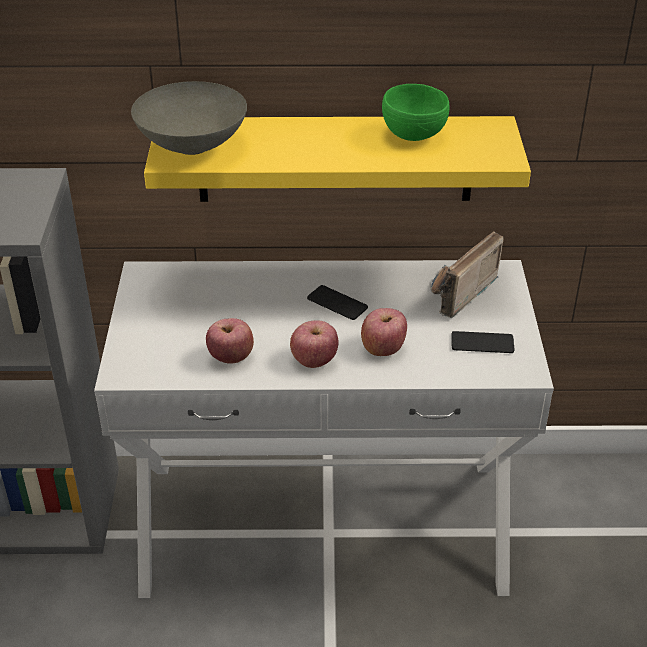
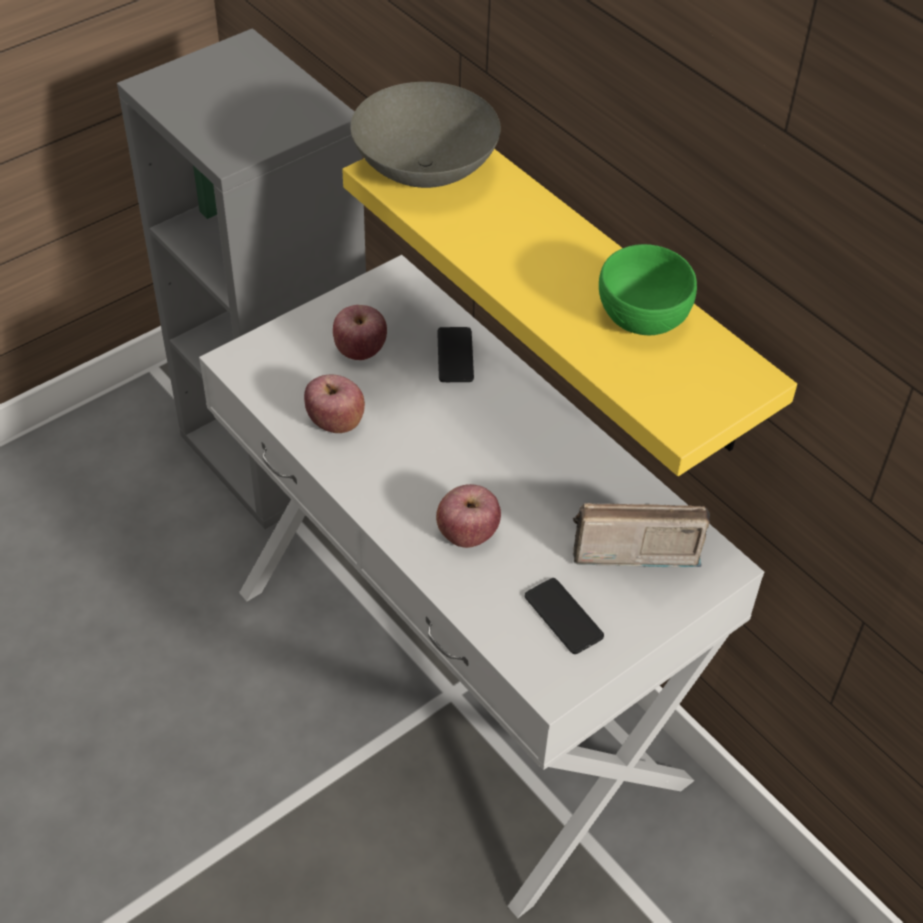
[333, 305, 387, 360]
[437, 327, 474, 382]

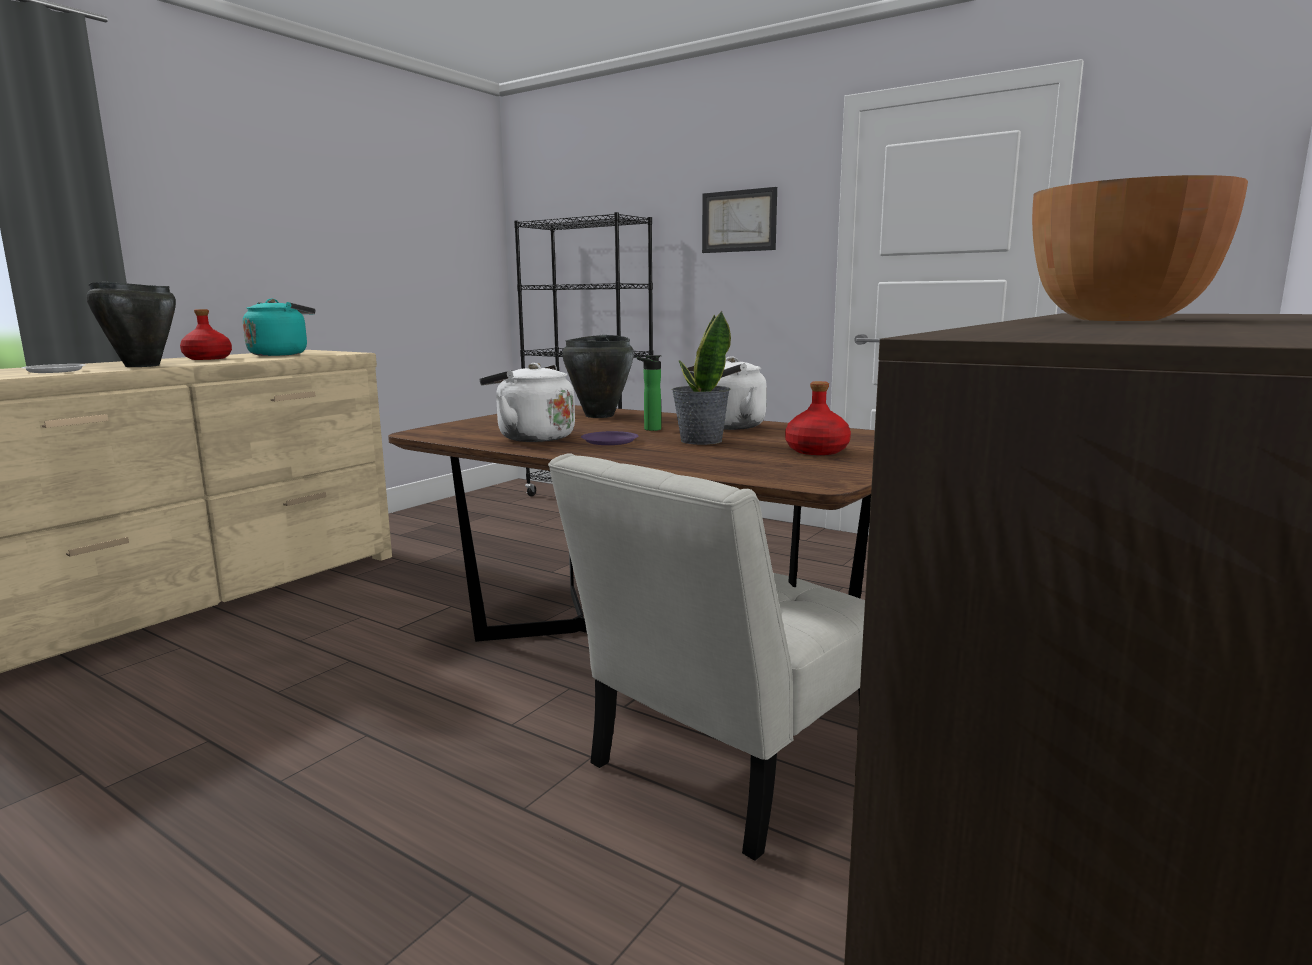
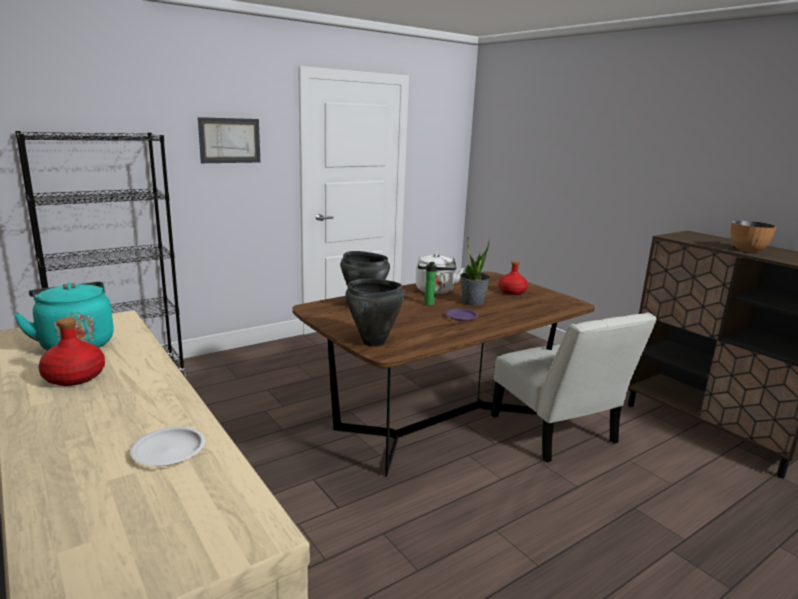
[345, 279, 405, 347]
[480, 363, 575, 442] (first image)

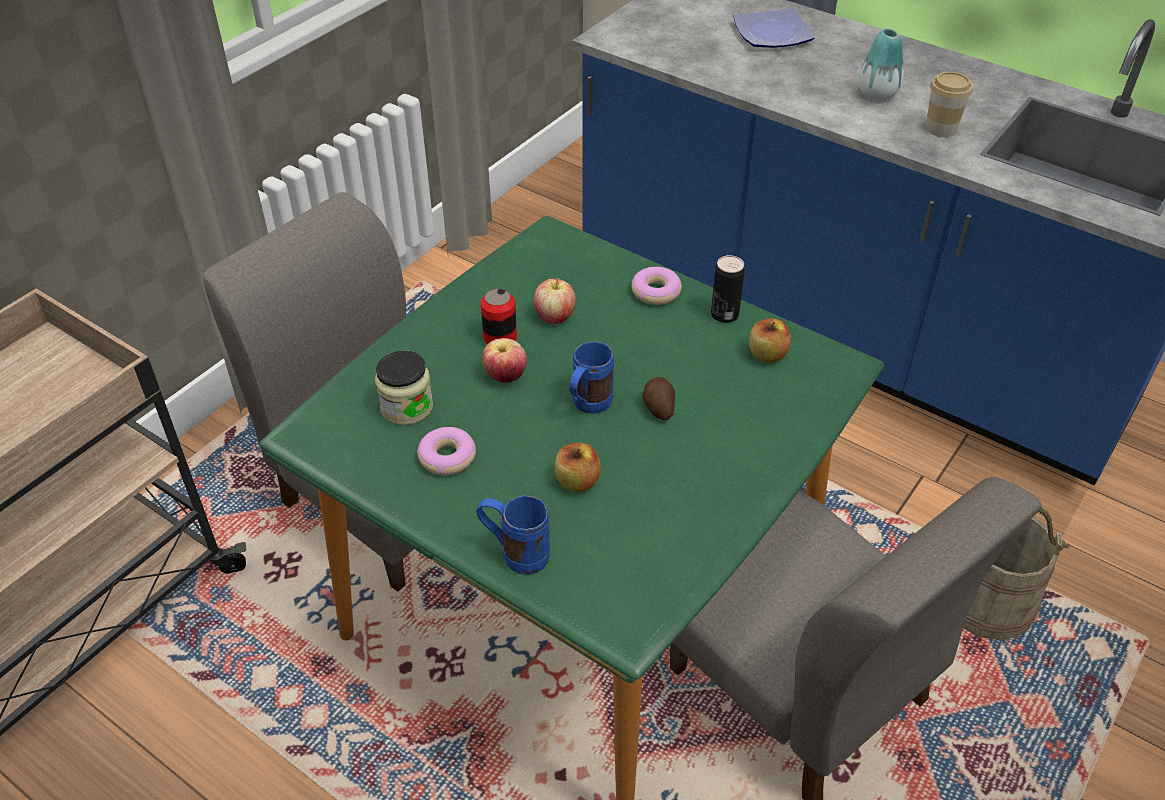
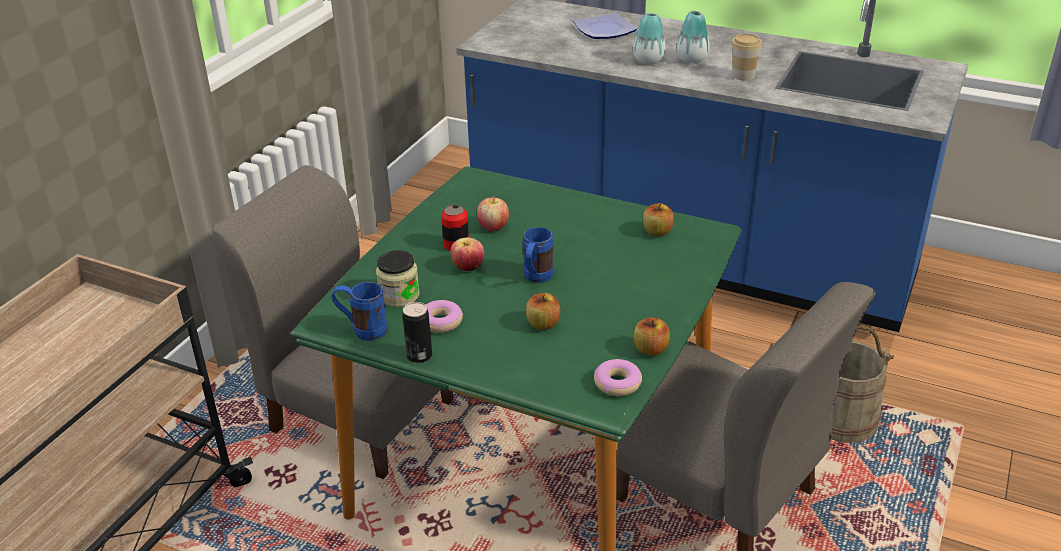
[332, 282, 387, 341]
[402, 302, 432, 363]
[594, 359, 642, 396]
[633, 13, 666, 65]
[634, 318, 670, 356]
[642, 377, 675, 420] (first image)

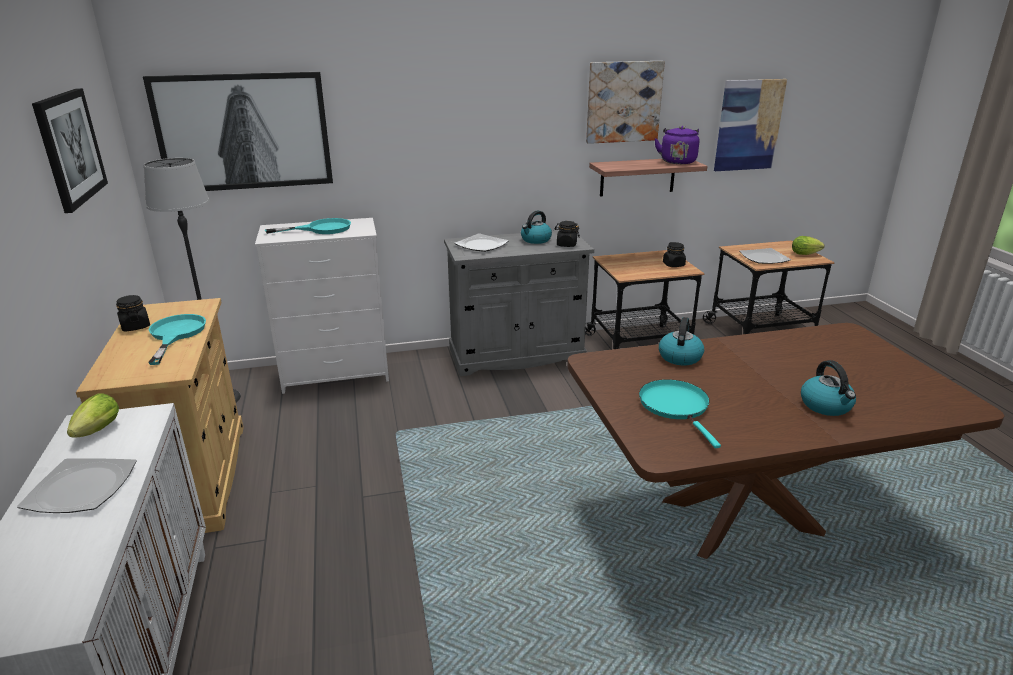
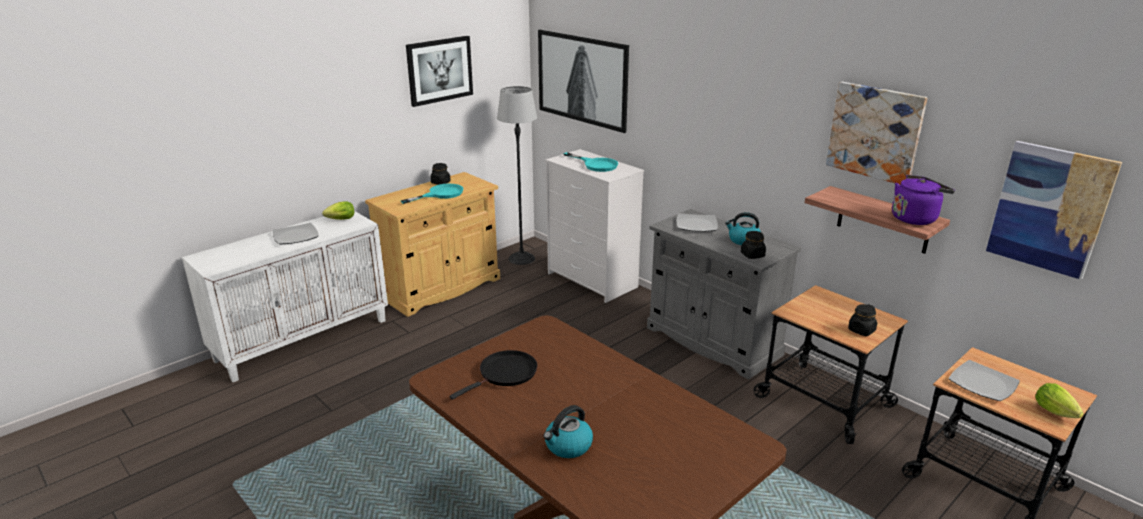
[449, 350, 537, 400]
[659, 317, 704, 365] (first image)

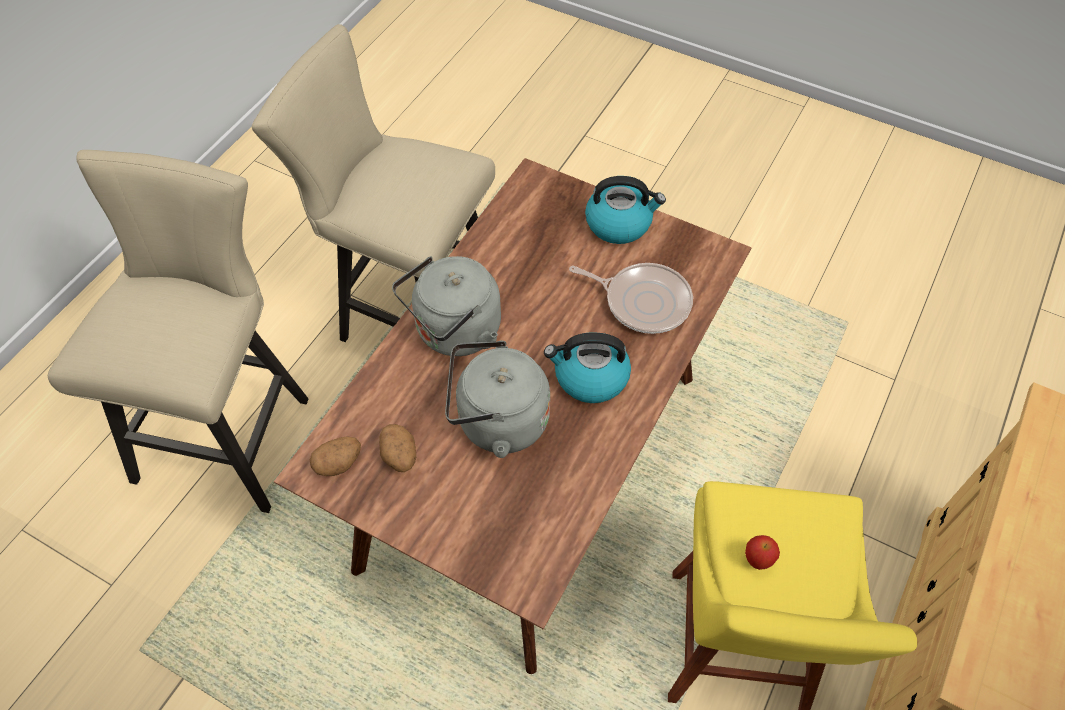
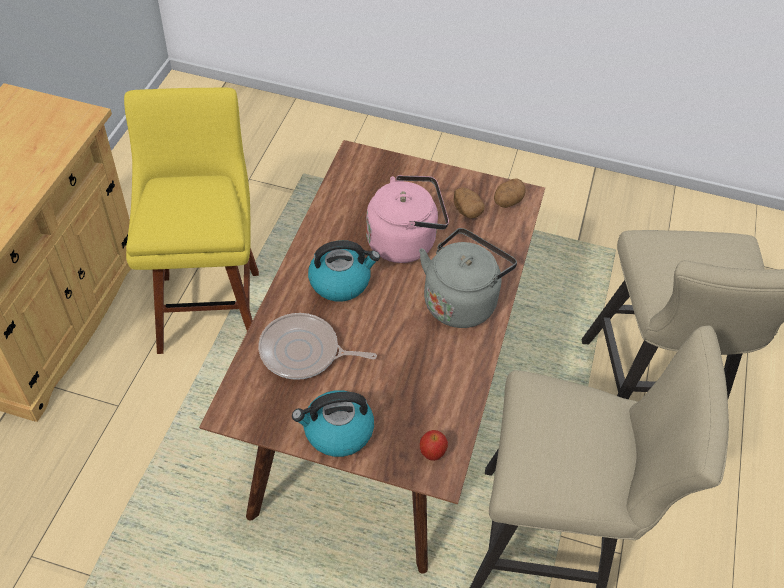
[366, 175, 449, 263]
[420, 430, 448, 461]

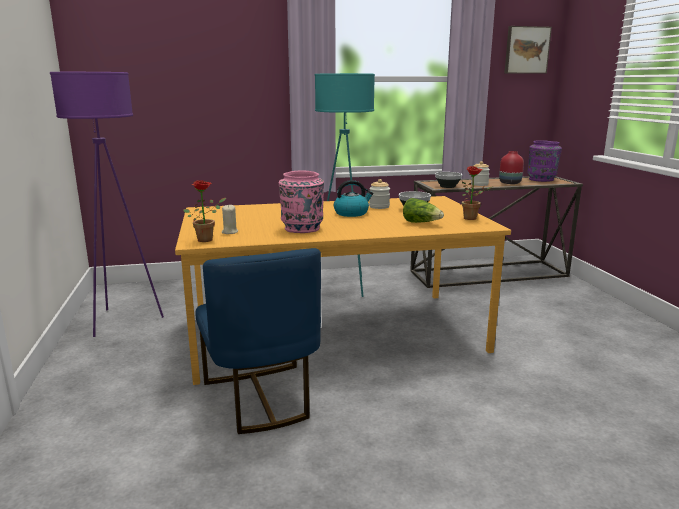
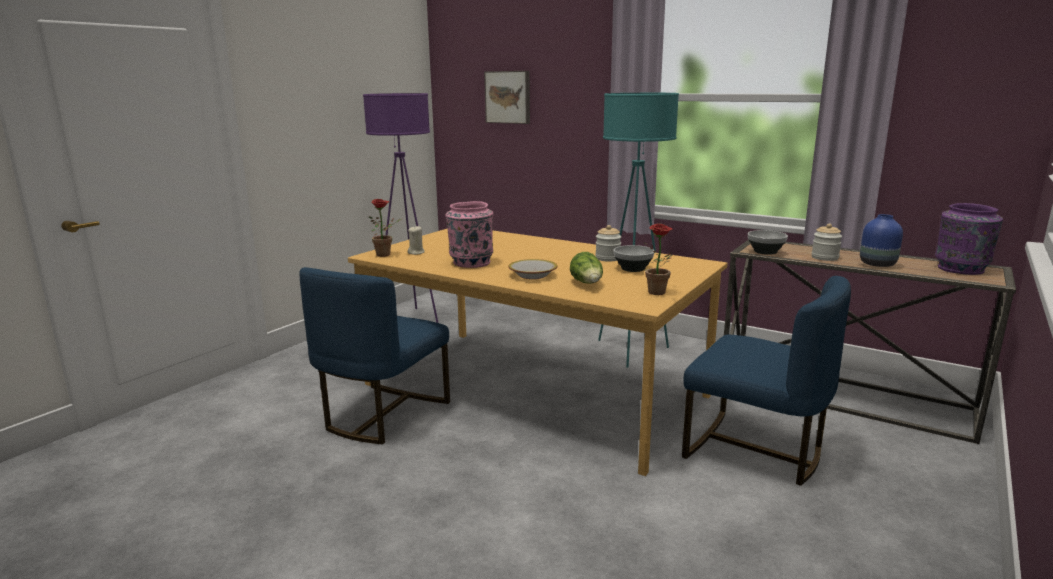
[484, 71, 530, 124]
[509, 259, 557, 279]
[682, 276, 851, 486]
[860, 214, 903, 267]
[334, 180, 373, 217] (first image)

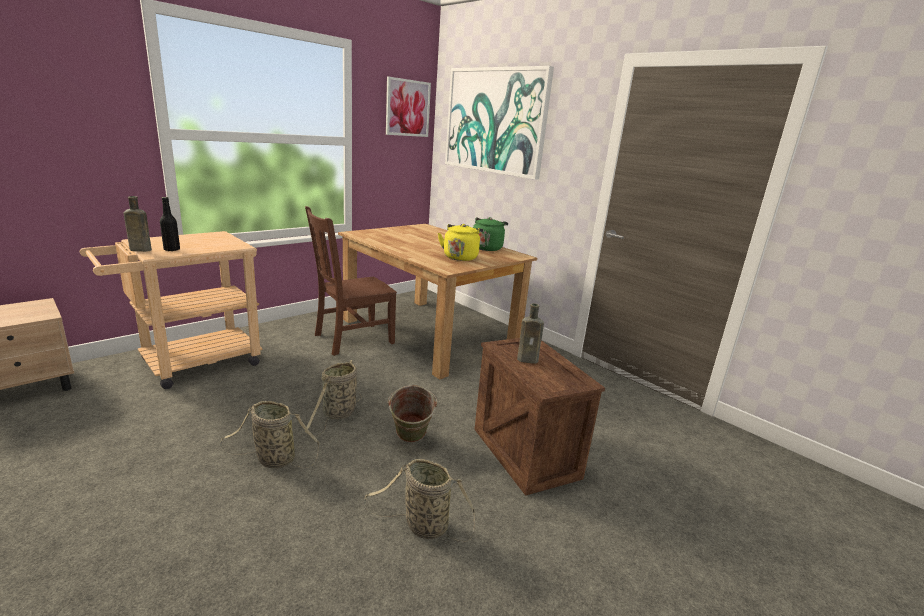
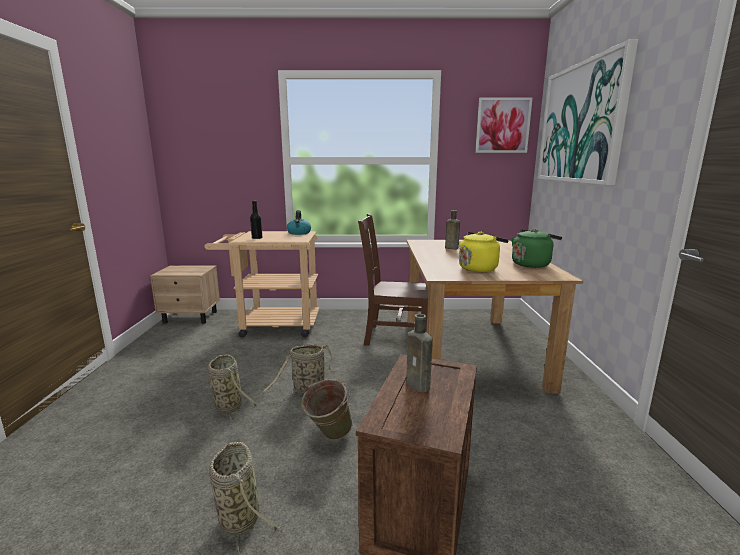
[287, 210, 311, 235]
[445, 210, 460, 250]

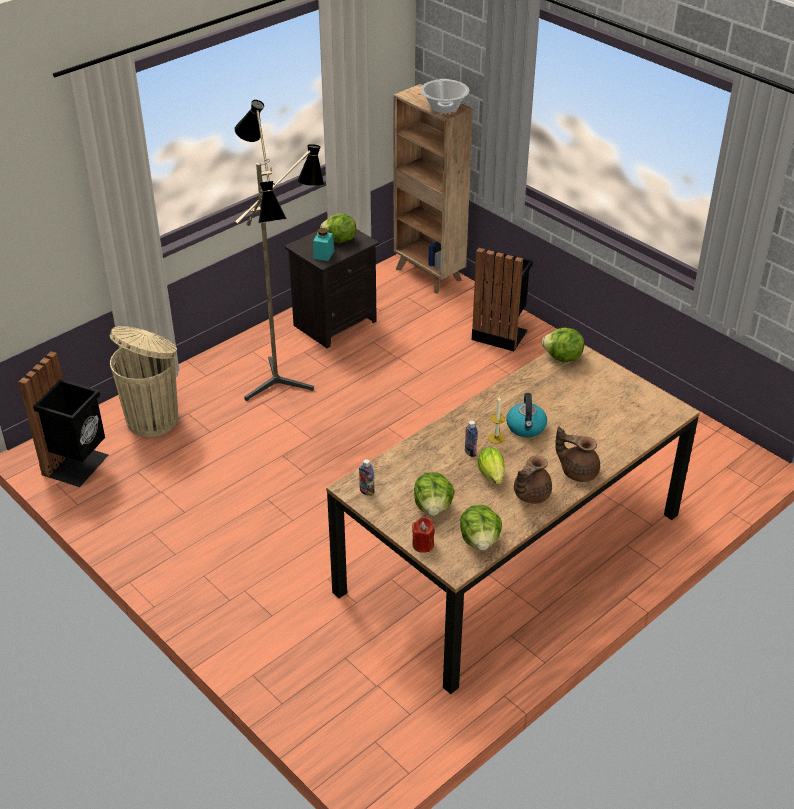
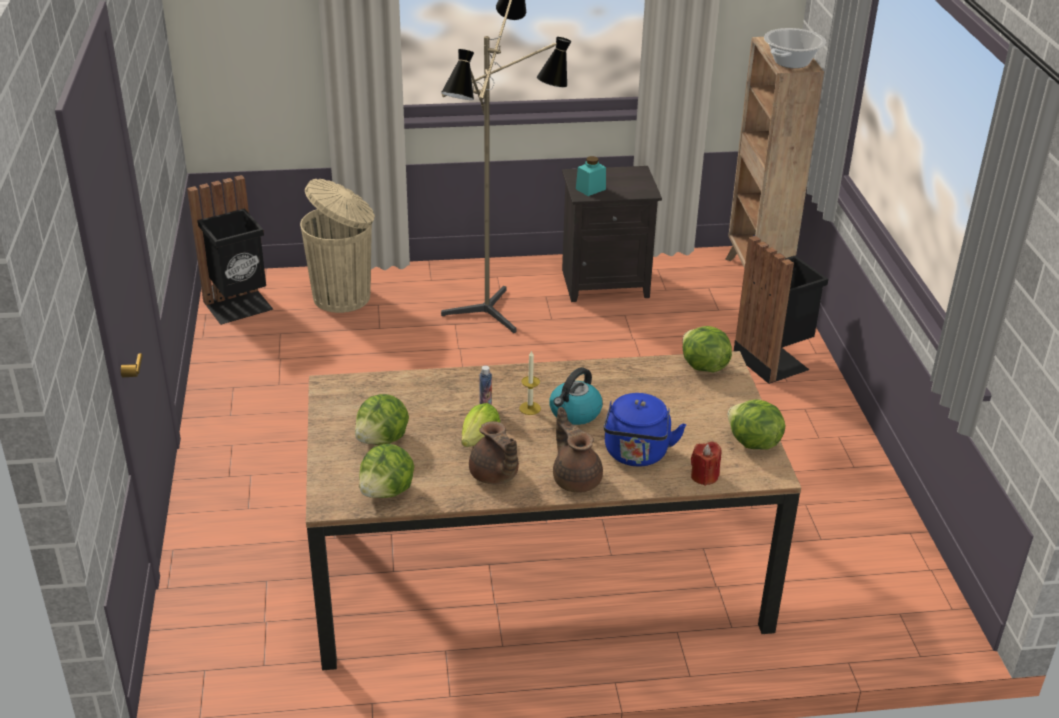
[469, 421, 519, 484]
[604, 393, 686, 466]
[691, 441, 721, 486]
[728, 400, 785, 450]
[359, 459, 374, 496] (first image)

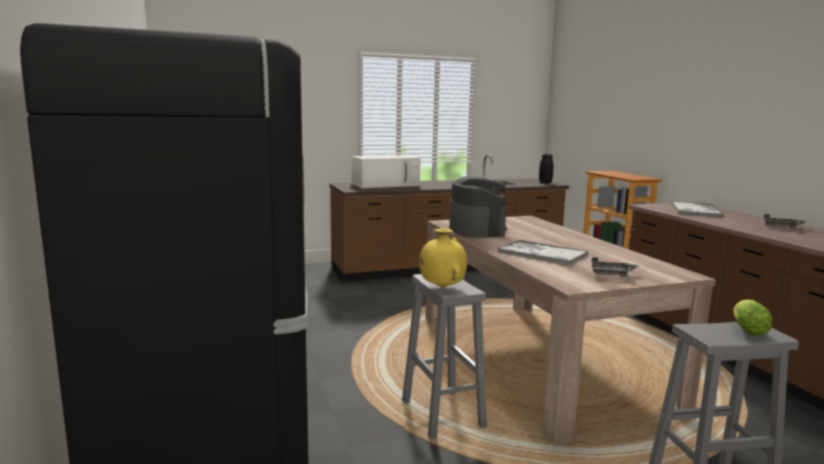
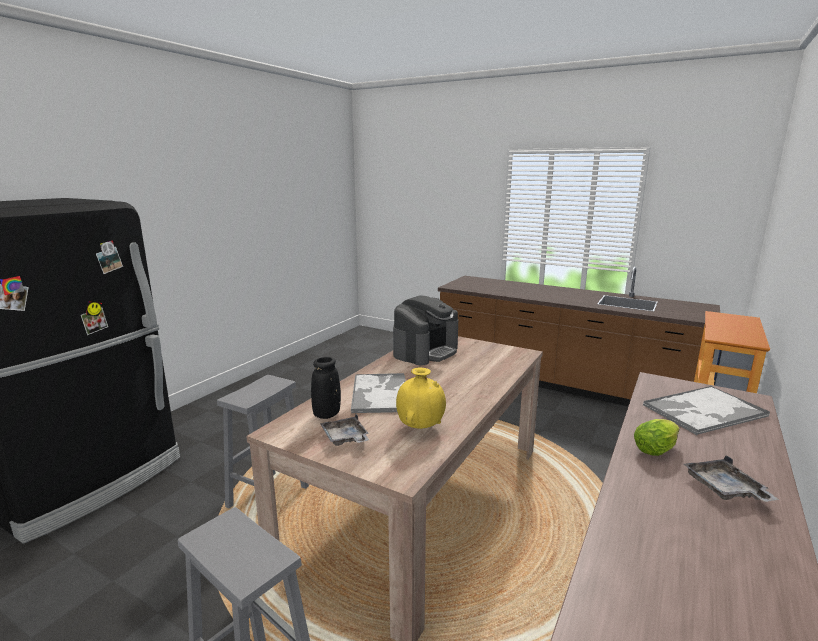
[311, 357, 341, 419]
[396, 367, 446, 429]
[634, 419, 680, 456]
[351, 155, 421, 188] (first image)

